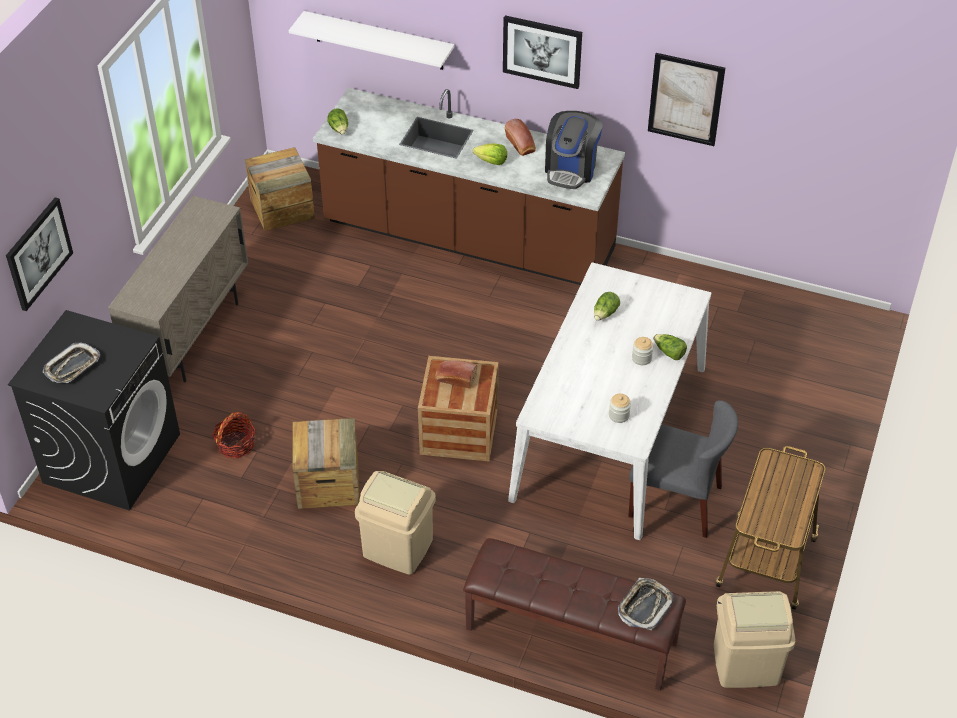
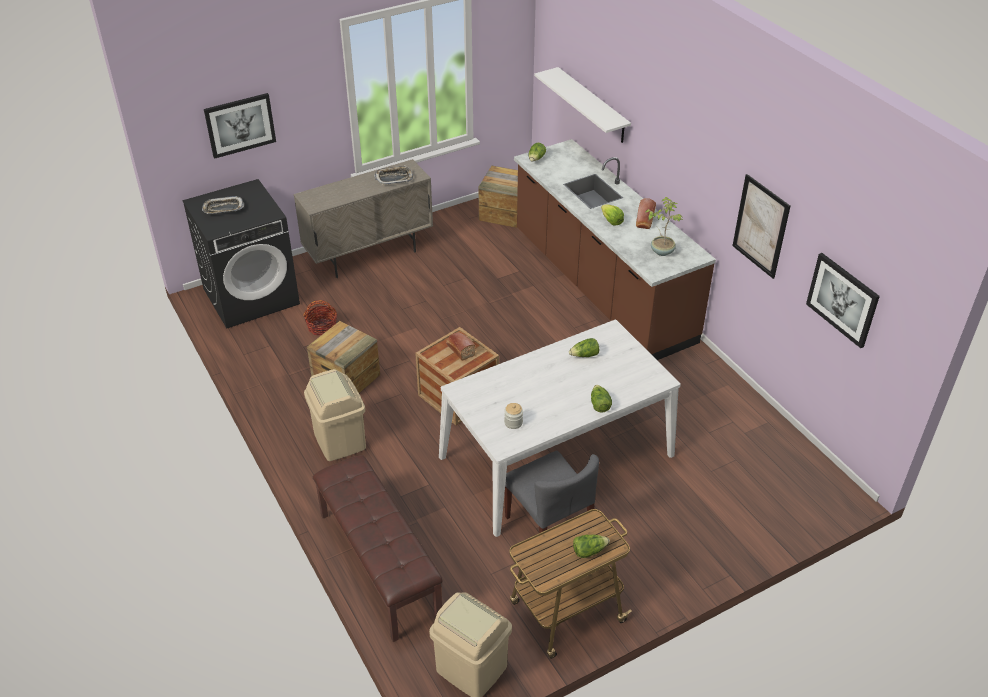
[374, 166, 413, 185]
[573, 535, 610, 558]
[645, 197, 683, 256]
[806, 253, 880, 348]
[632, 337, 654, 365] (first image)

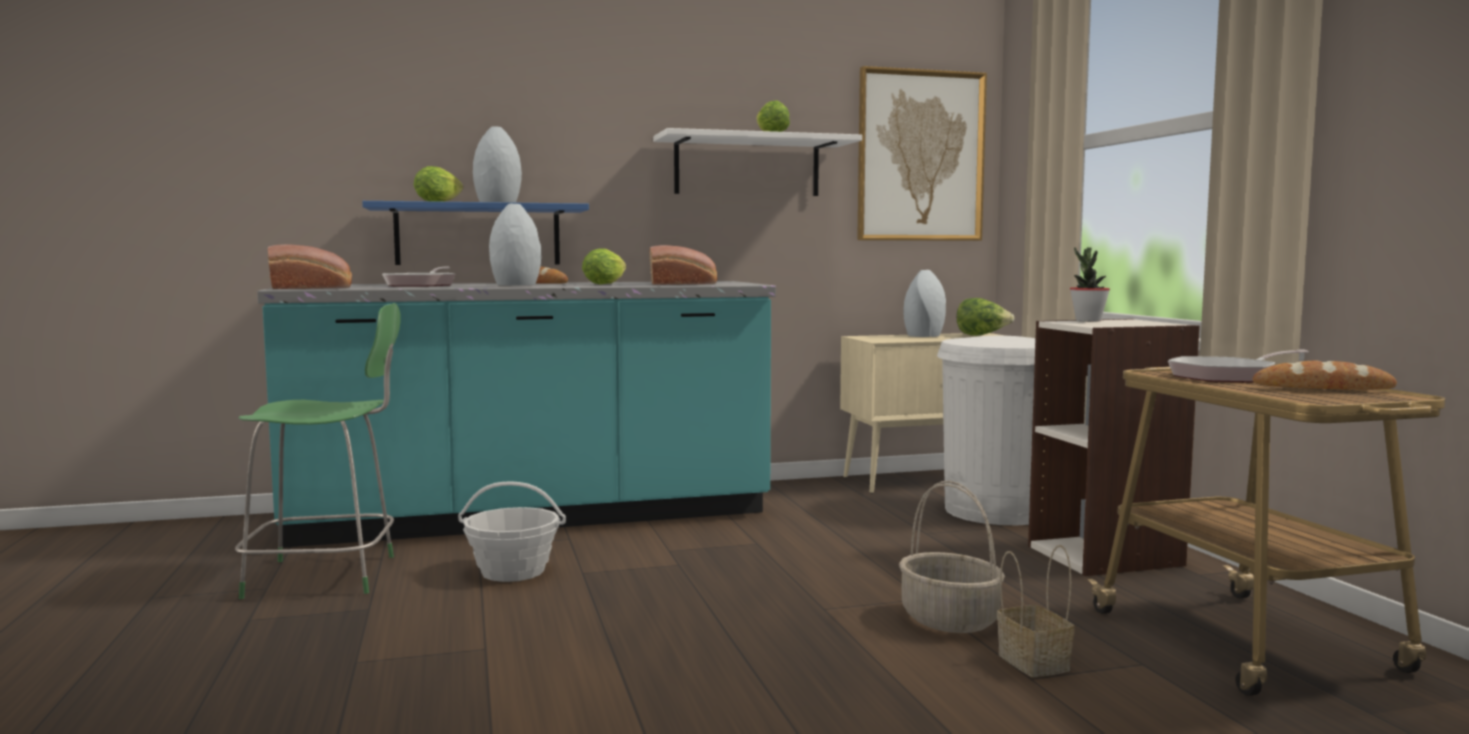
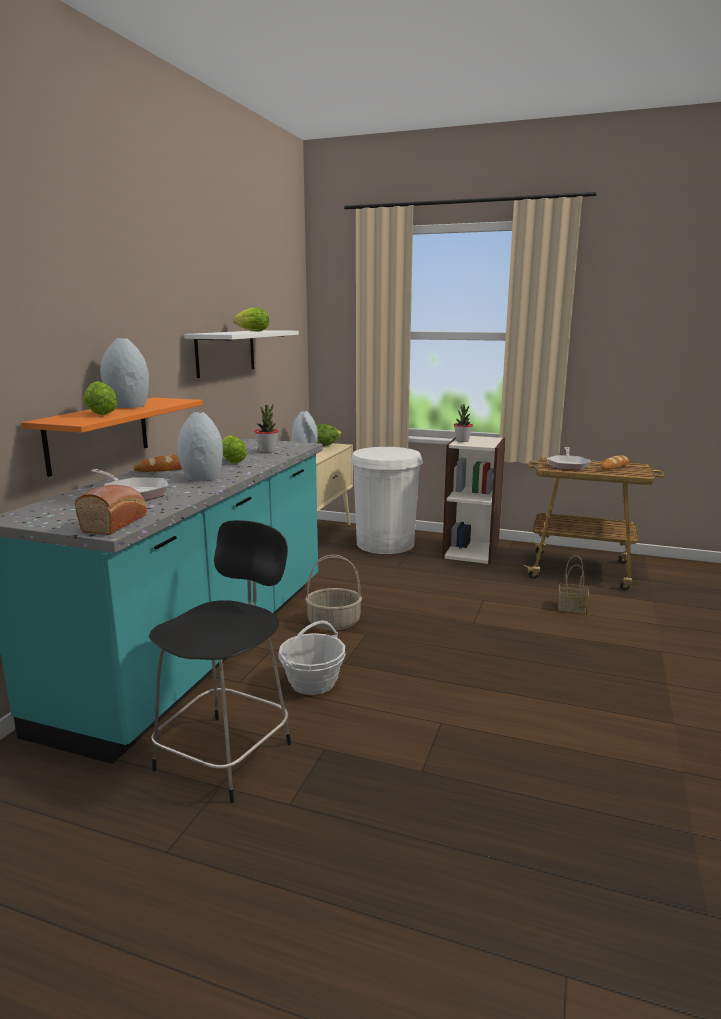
[22, 397, 203, 477]
[149, 520, 291, 803]
[254, 404, 278, 453]
[305, 555, 362, 631]
[857, 66, 987, 241] (first image)

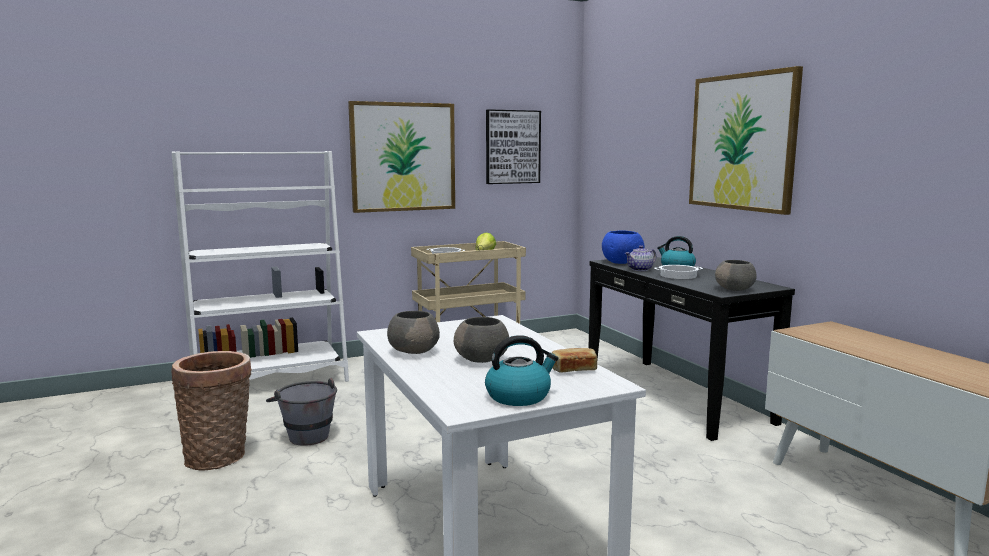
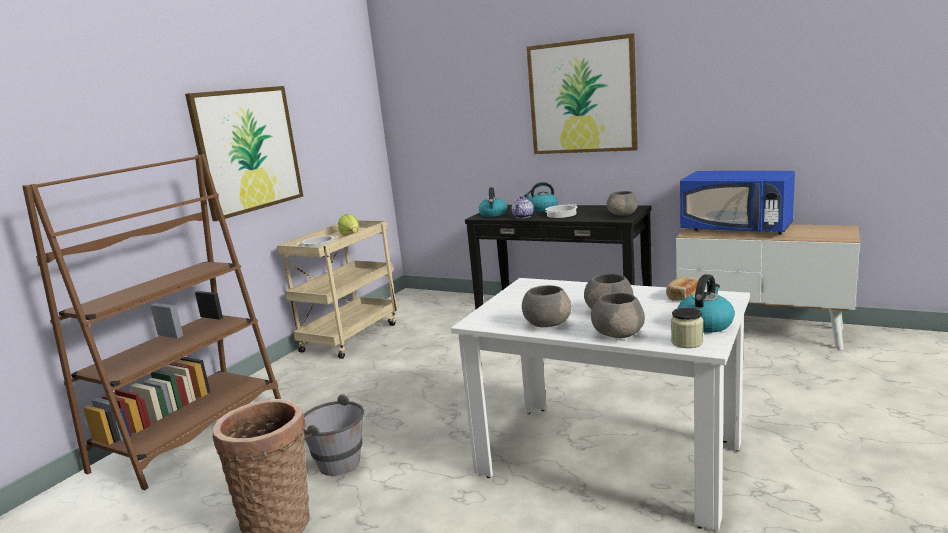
[22, 154, 281, 490]
[479, 187, 507, 217]
[591, 293, 645, 338]
[671, 307, 703, 348]
[680, 171, 795, 235]
[486, 109, 541, 184] (first image)

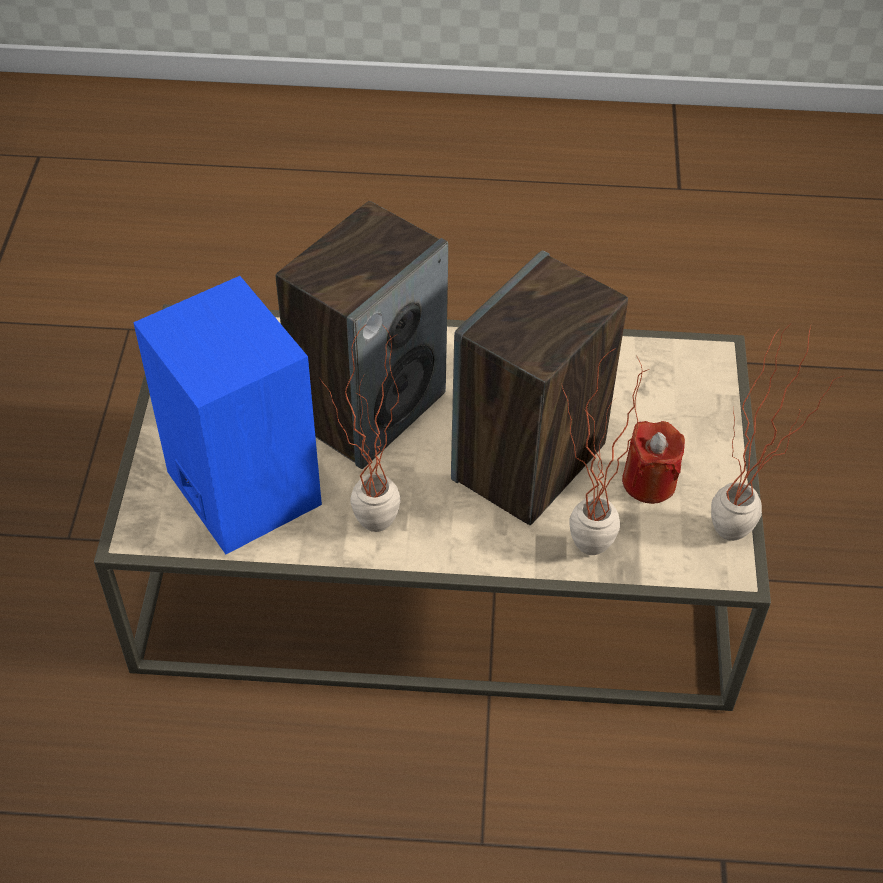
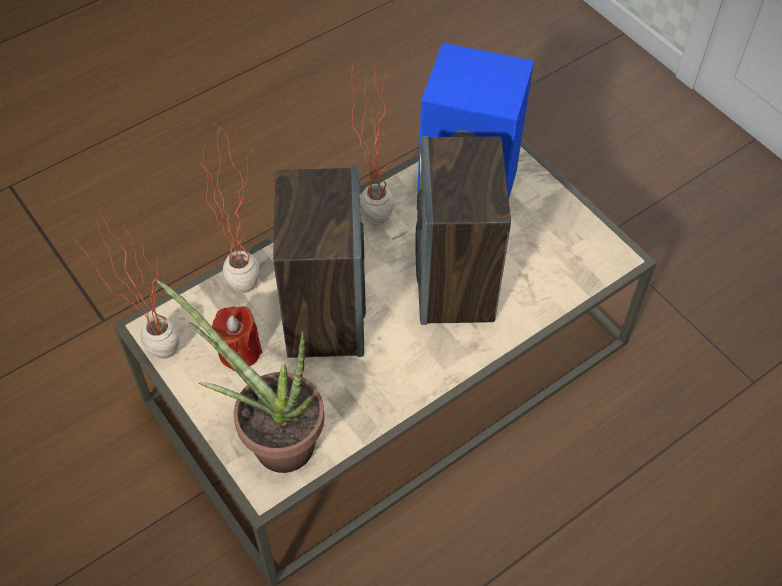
[156, 280, 325, 473]

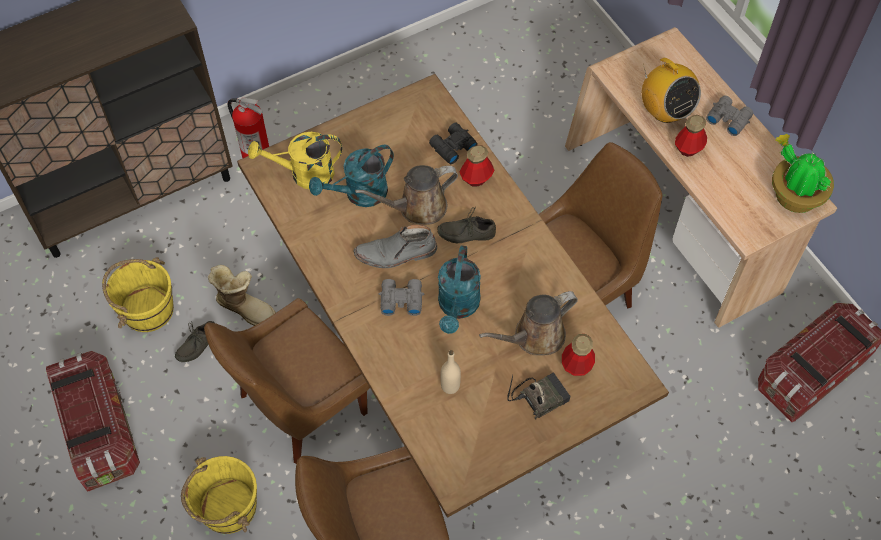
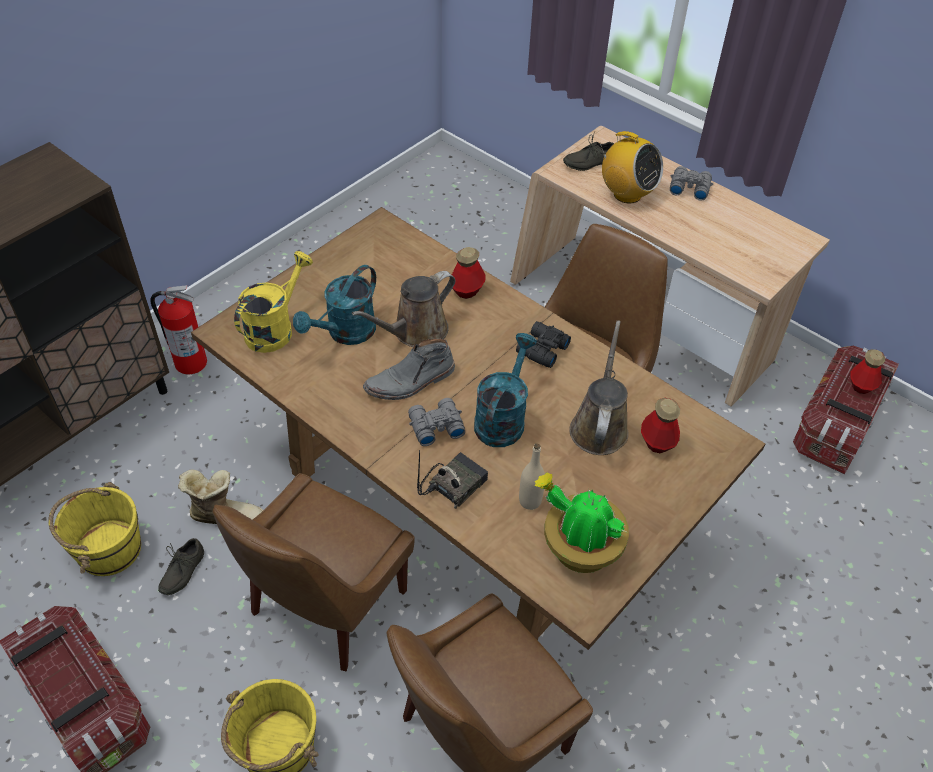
[234, 251, 313, 353]
[417, 450, 488, 509]
[474, 333, 537, 447]
[516, 321, 571, 368]
[534, 472, 629, 573]
[563, 131, 614, 171]
[569, 321, 629, 455]
[850, 349, 885, 394]

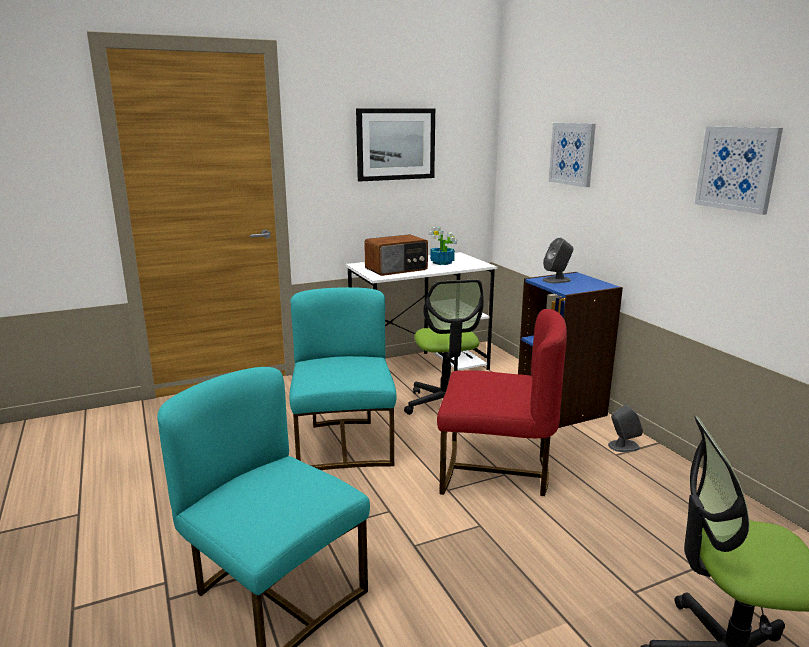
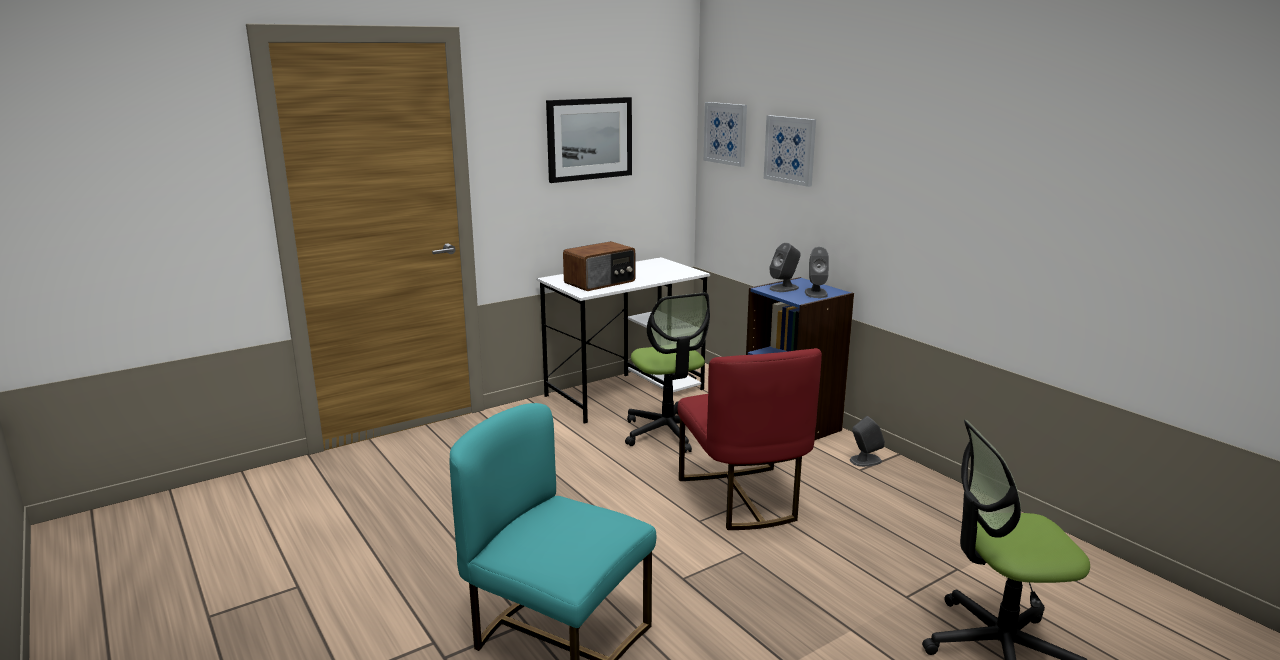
[678, 348, 822, 530]
[704, 102, 747, 167]
[805, 247, 829, 298]
[289, 287, 397, 470] (first image)
[429, 227, 457, 265] (first image)

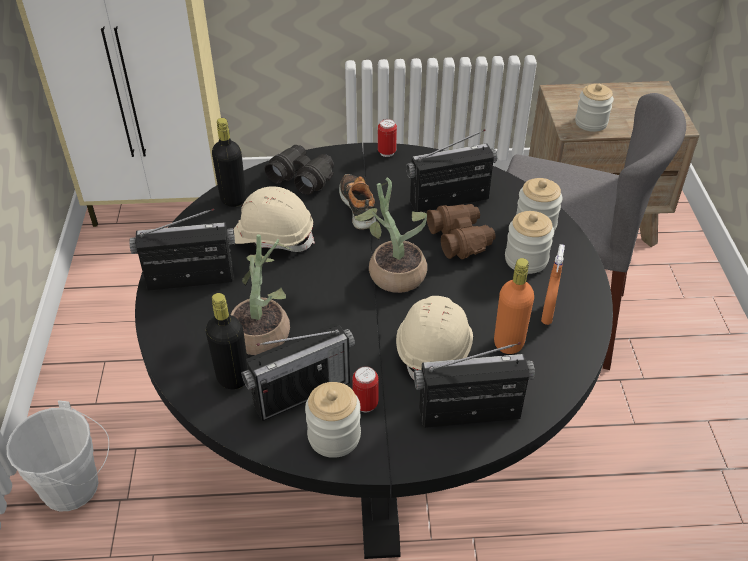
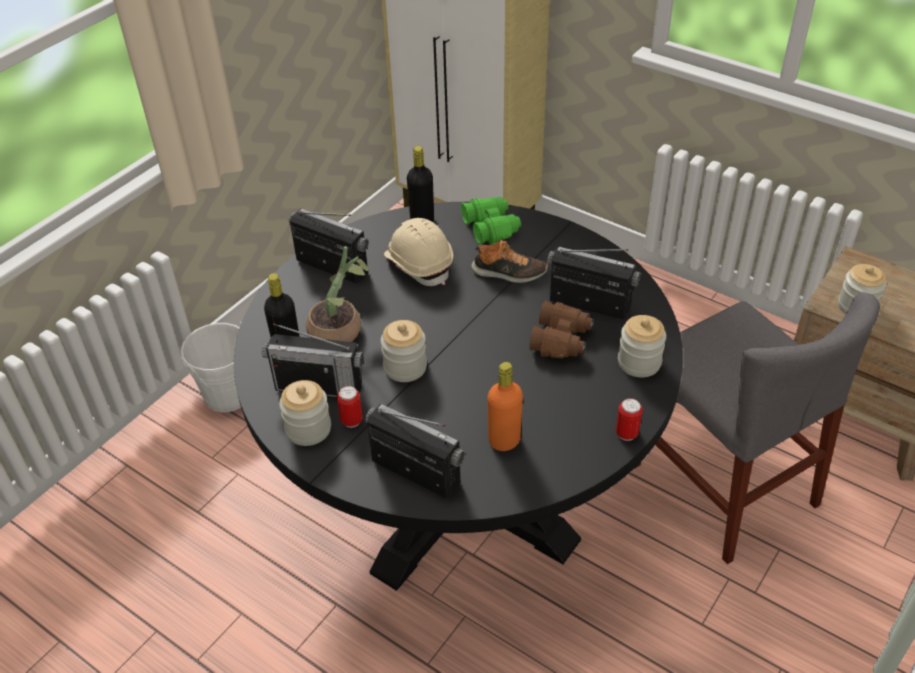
[381, 320, 427, 382]
[461, 197, 521, 245]
[471, 240, 548, 283]
[616, 398, 643, 441]
[354, 177, 427, 293] (first image)
[396, 296, 473, 380] (first image)
[541, 244, 565, 325] (first image)

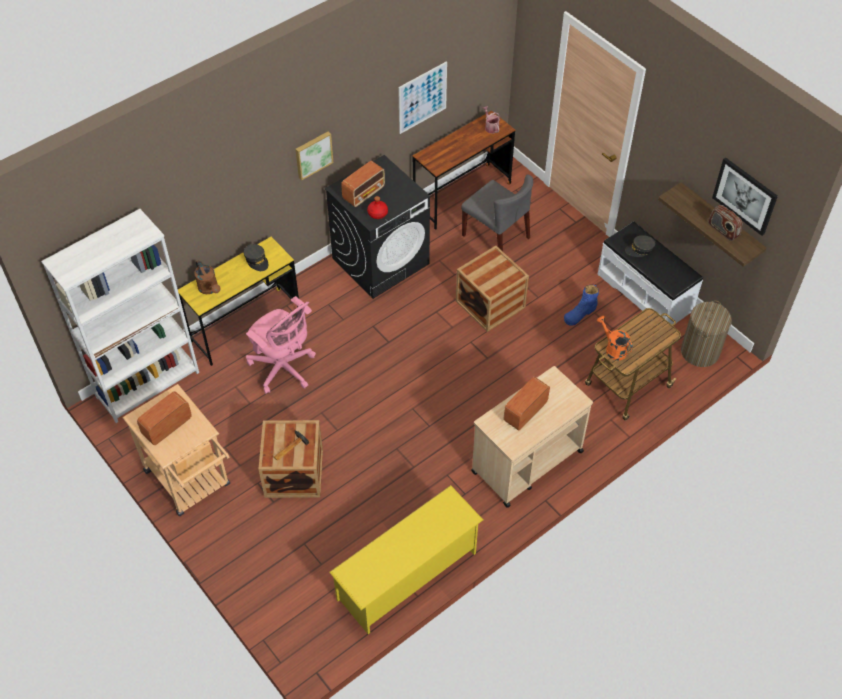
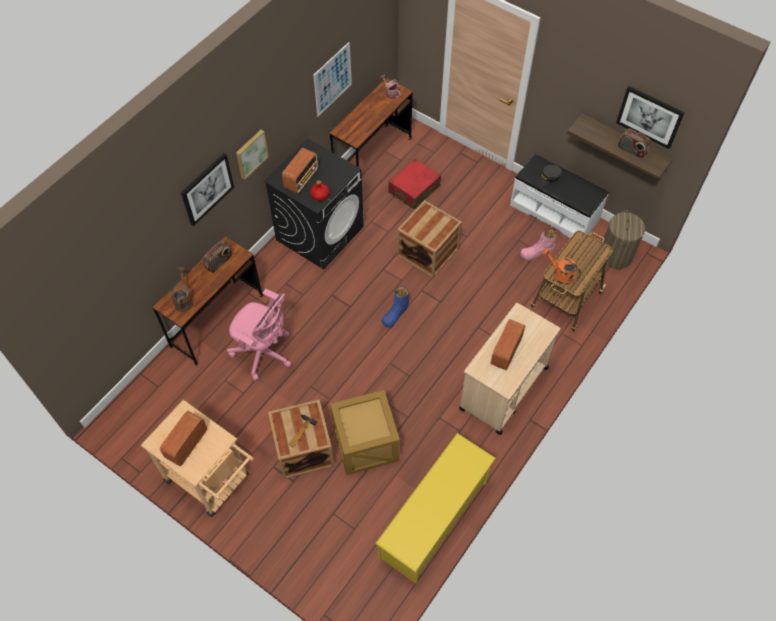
[153, 236, 263, 366]
[171, 267, 193, 312]
[181, 153, 234, 226]
[203, 241, 232, 273]
[330, 390, 400, 475]
[382, 286, 409, 328]
[388, 159, 441, 209]
[520, 230, 556, 260]
[41, 209, 199, 423] (first image)

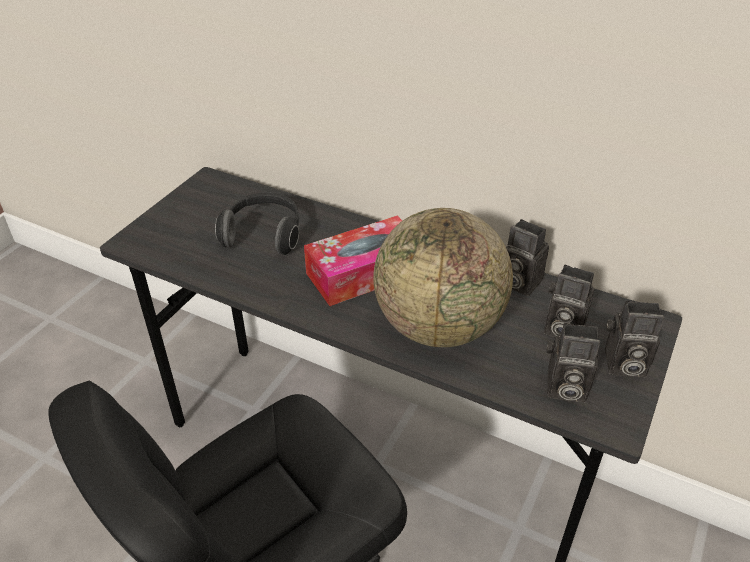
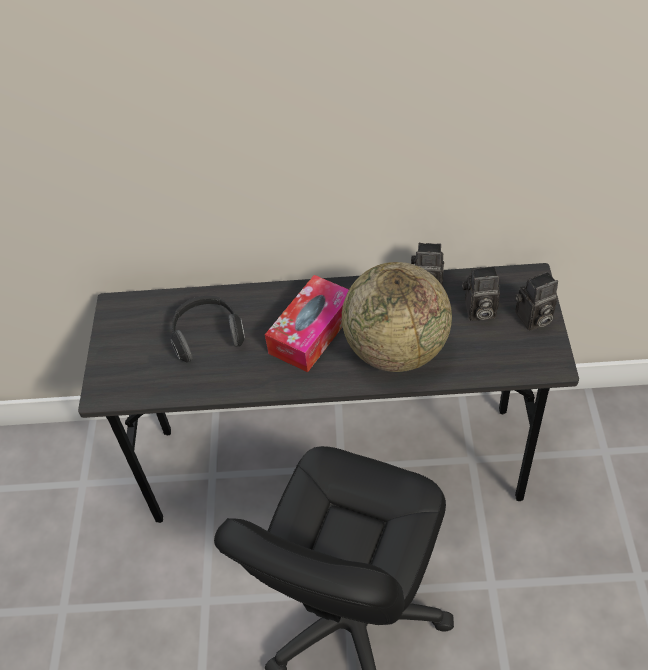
[547, 323, 600, 403] (first image)

